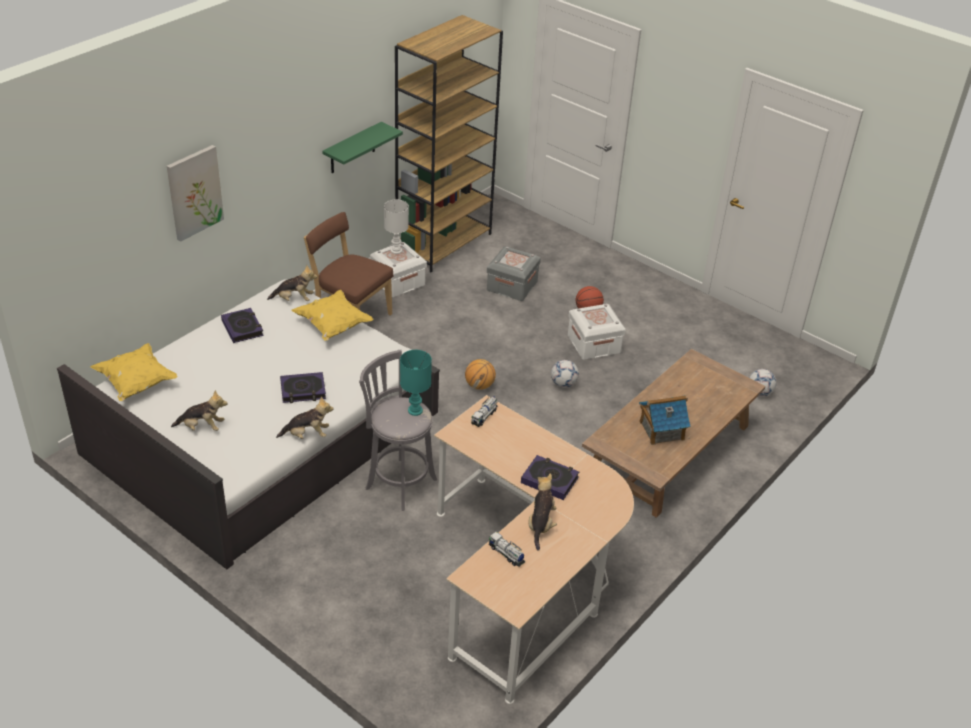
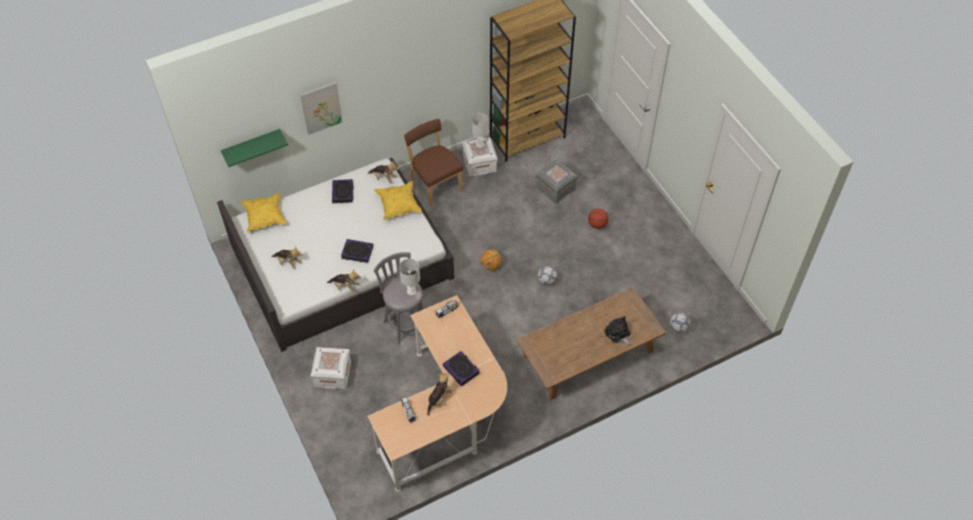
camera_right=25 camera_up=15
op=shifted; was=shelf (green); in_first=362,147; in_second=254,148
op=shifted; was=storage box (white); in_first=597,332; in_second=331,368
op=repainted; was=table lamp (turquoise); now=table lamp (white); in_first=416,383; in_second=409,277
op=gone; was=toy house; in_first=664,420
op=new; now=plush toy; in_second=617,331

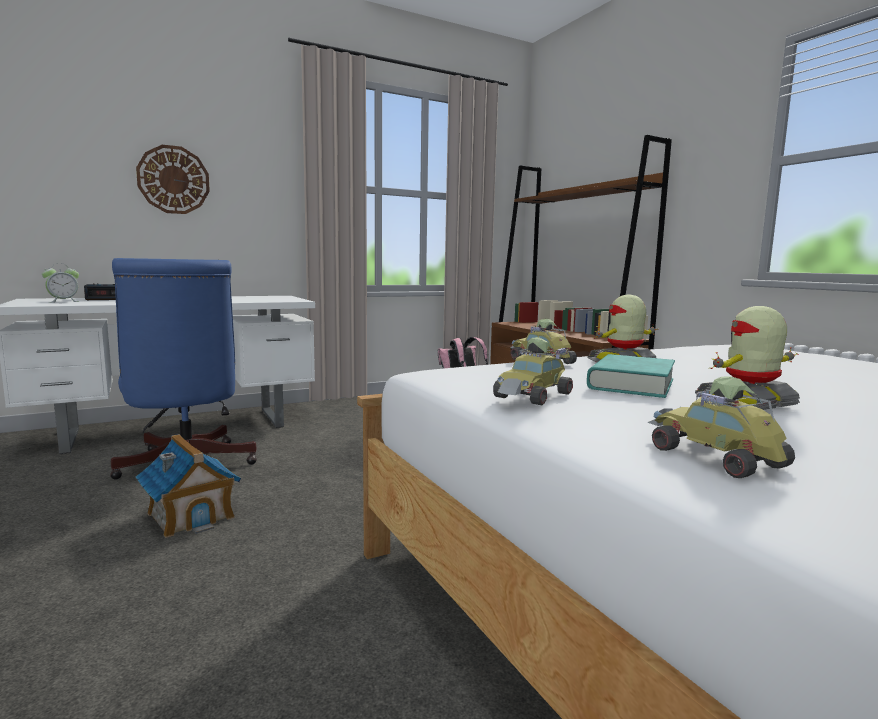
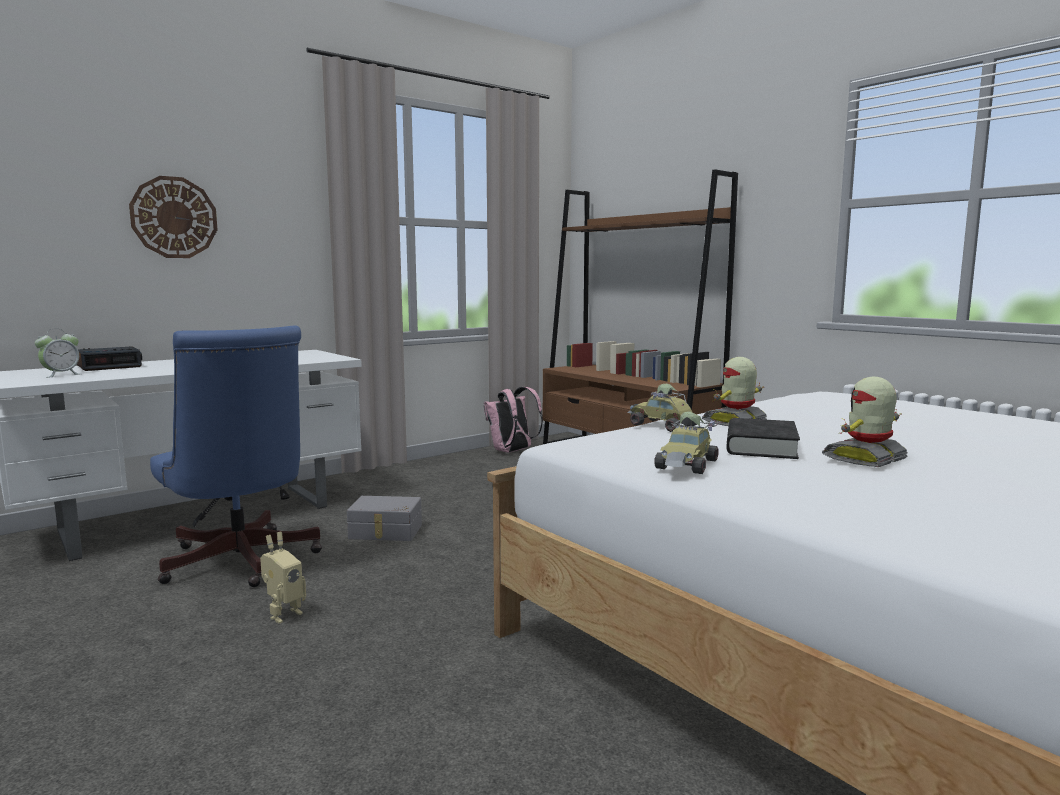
camera_right=-10 camera_up=0
op=repainted; was=book (turquoise); now=book (black); in_first=631,376; in_second=763,438
op=gone; was=toy car; in_first=721,427
op=swapped; was=toy house; now=toy robot; in_first=188,486; in_second=283,578
op=new; now=storage box (grey); in_second=384,518

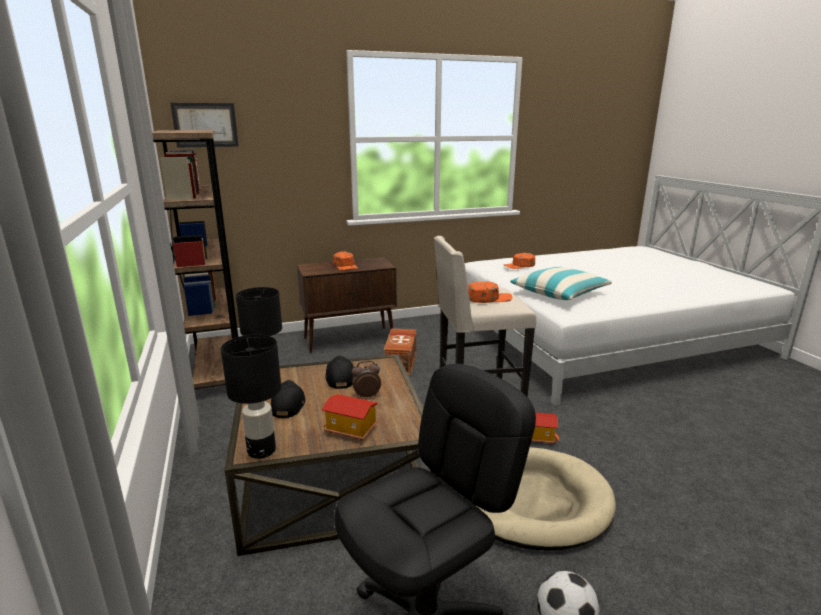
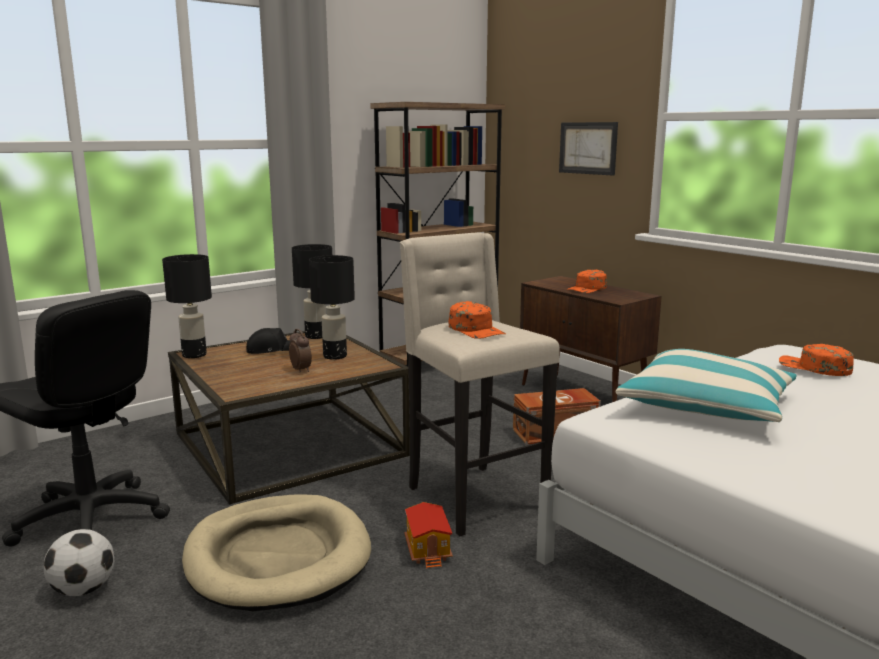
camera_right=70 camera_up=-5
op=shifted; was=picture; in_first=204,125; in_second=588,149
op=swapped; was=cap (black); now=table lamp (black); in_first=339,372; in_second=332,307
op=gone; was=toy house; in_first=349,417

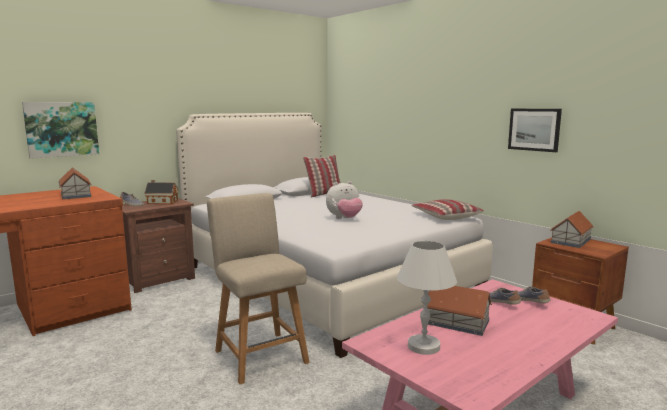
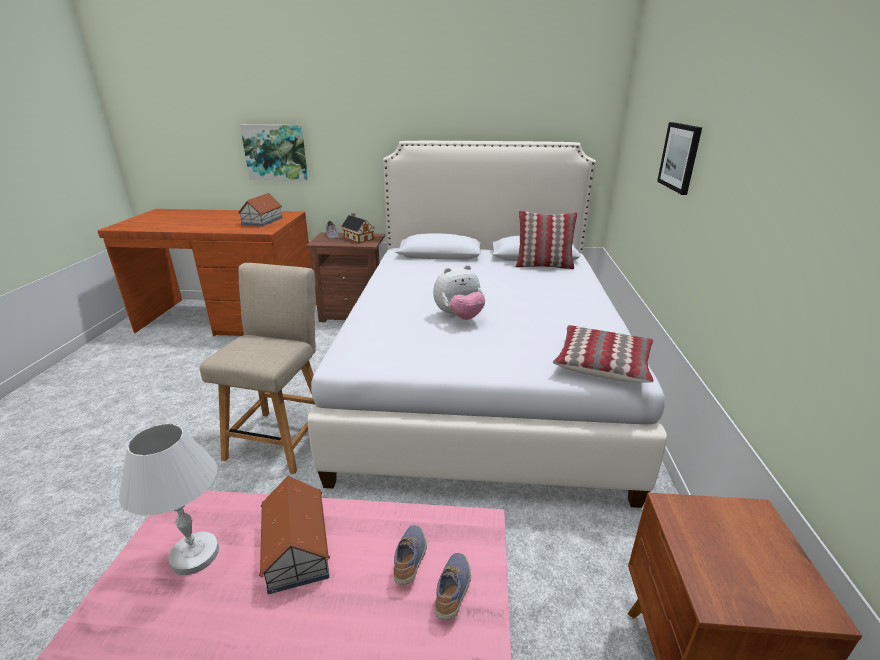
camera_right=45 camera_up=15
op=shifted; was=picture; in_first=535,130; in_second=679,158
op=rotated; was=plush toy; in_first=344,200; in_second=459,292; clockwise=-45
op=gone; was=toy house; in_first=572,229

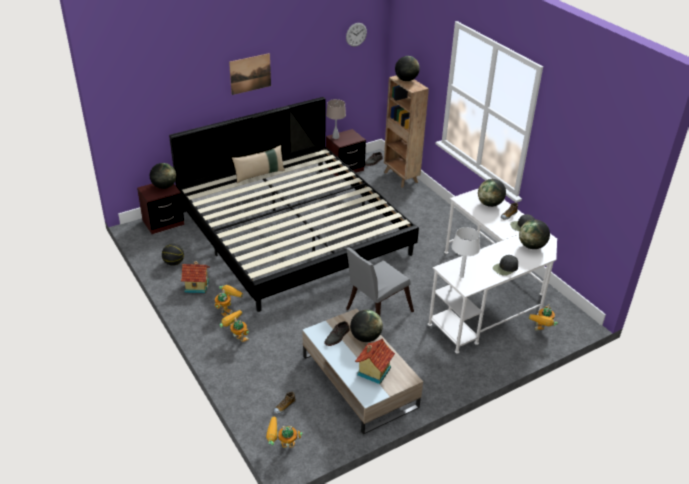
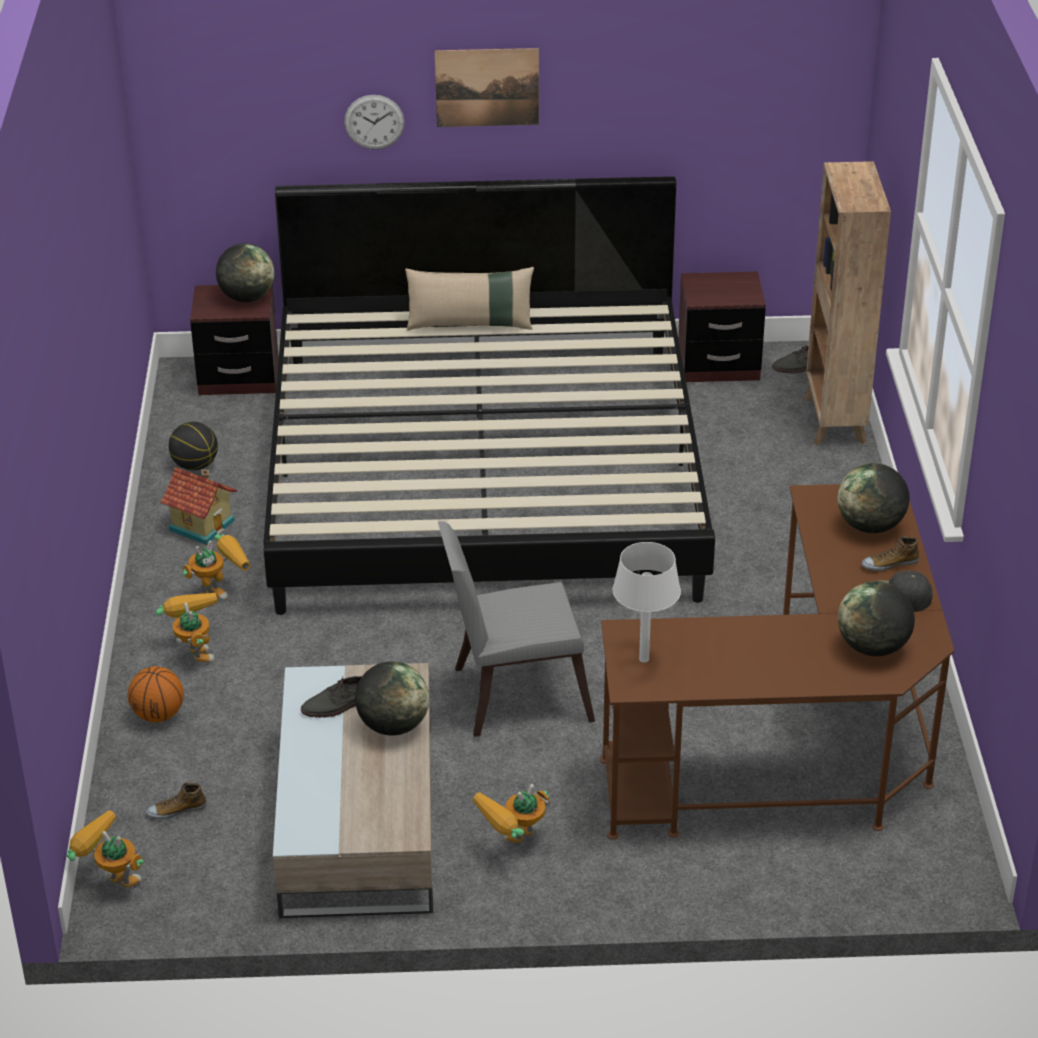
camera_right=30 camera_up=0
op=shifted; was=wall clock; in_first=356,35; in_second=374,122
op=gone; was=globe; in_first=407,68
op=gone; was=table lamp (beige); in_first=336,119
op=repainted; was=desk (white); now=desk (brown); in_first=492,270; in_second=777,661
op=gone; was=cap (black); in_first=505,265
op=shifted; was=toy robot; in_first=543,317; in_second=511,813
op=gone; was=toy house; in_first=375,361
op=new; now=basketball; in_second=156,694

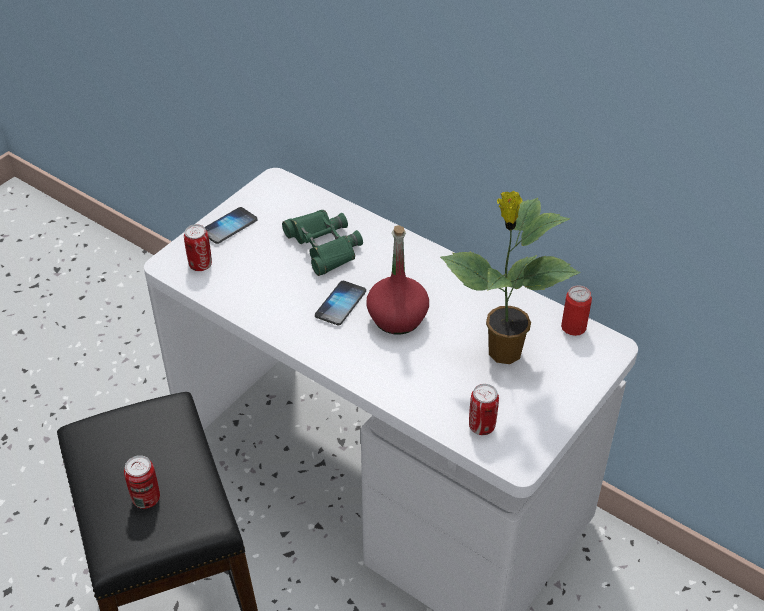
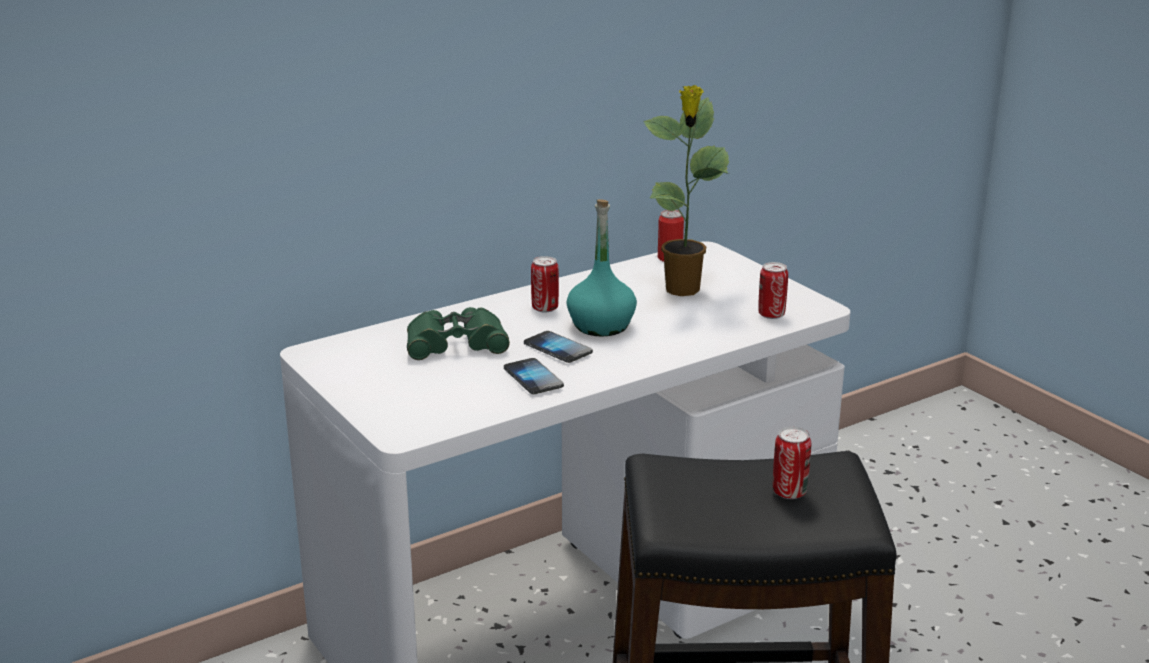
camera_right=-70 camera_up=-20
op=shifted; was=phone; in_first=231,225; in_second=534,376
op=shifted; was=can; in_first=198,247; in_second=545,284
op=repainted; was=bottle (red); now=bottle (turquoise); in_first=397,280; in_second=601,267

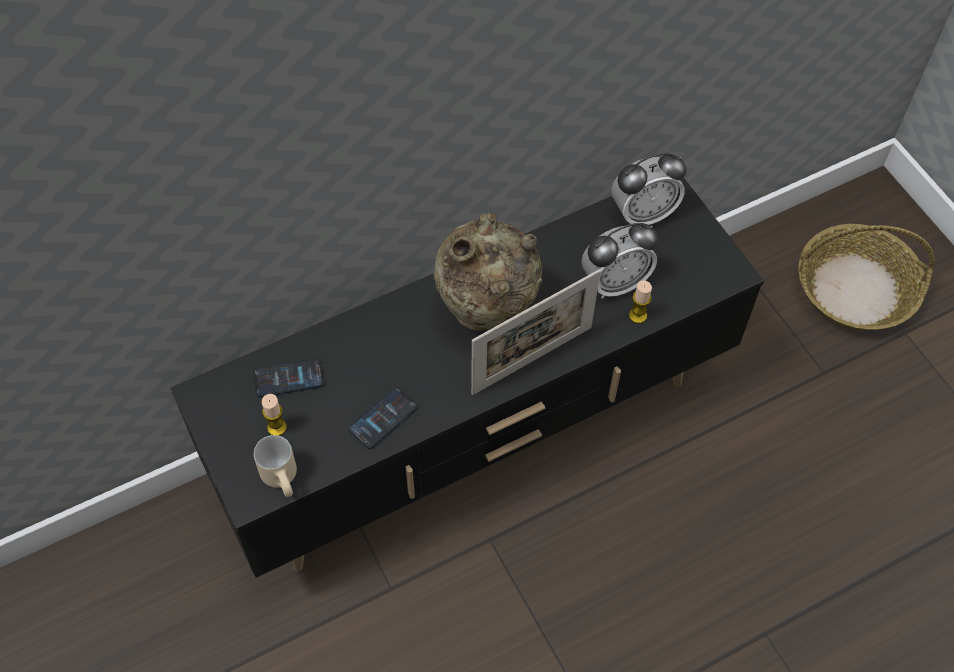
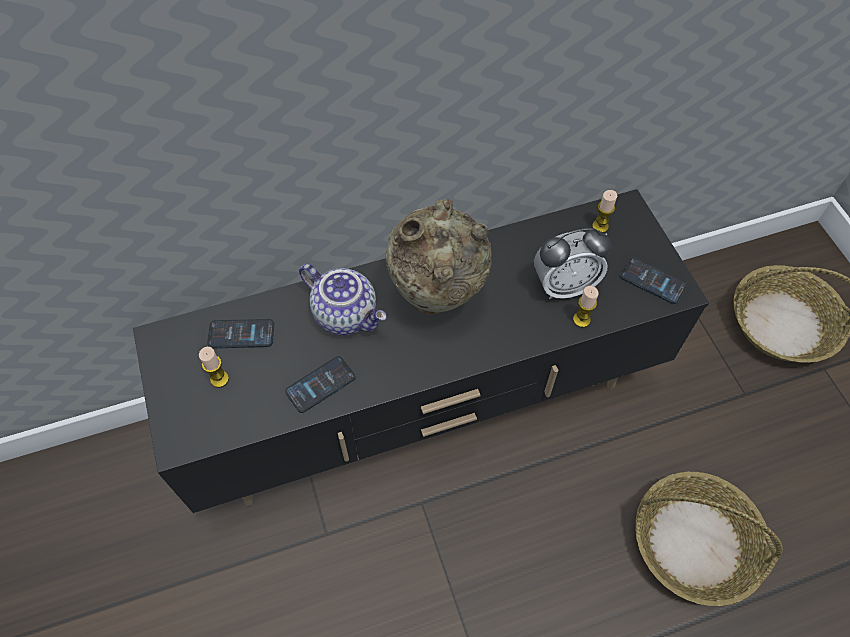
camera_right=10 camera_up=0
op=swapped; was=alarm clock; now=candle; in_first=648,189; in_second=604,211
op=gone; was=picture frame; in_first=536,332
op=gone; was=mug (beige); in_first=275,466
op=new; now=phone; in_second=653,280
op=new; now=teapot; in_second=343,299
op=new; now=basket; in_second=709,539

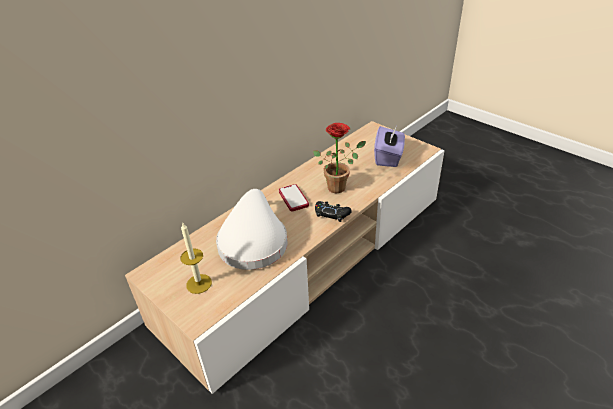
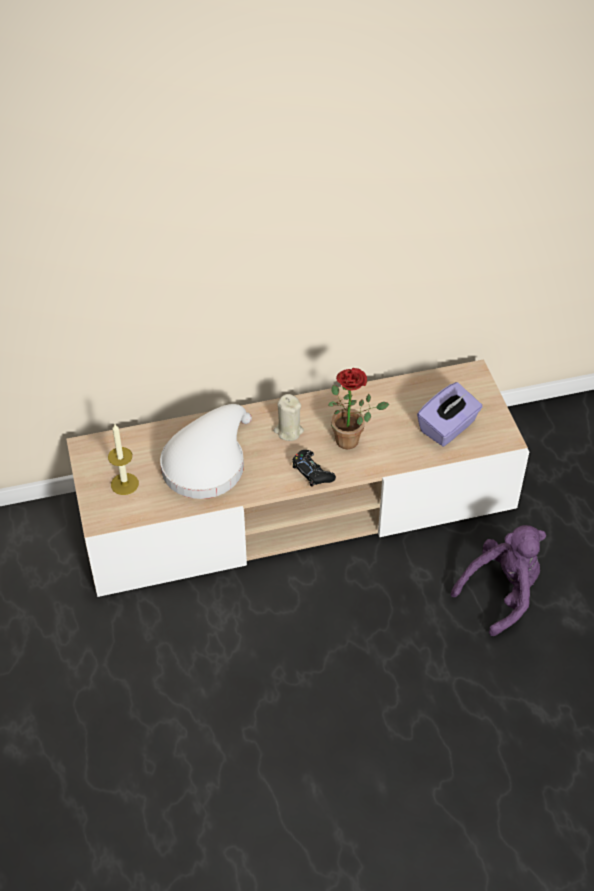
camera_right=30 camera_up=10
op=swapped; was=phone; now=candle (beige); in_first=294,197; in_second=288,417
op=new; now=plush toy (purple); in_second=498,580

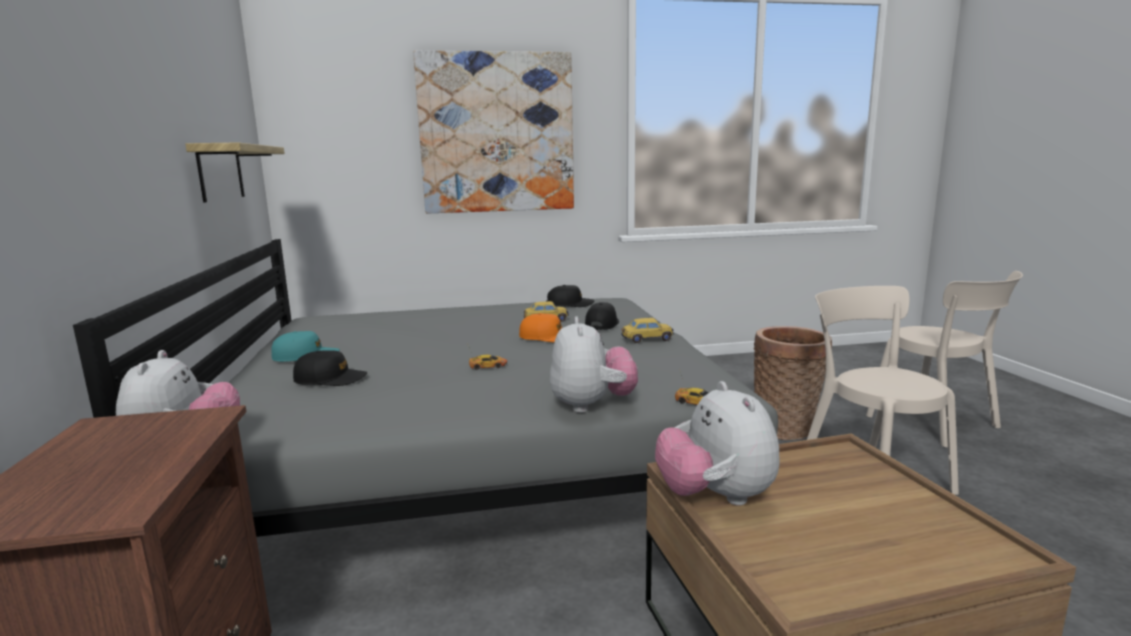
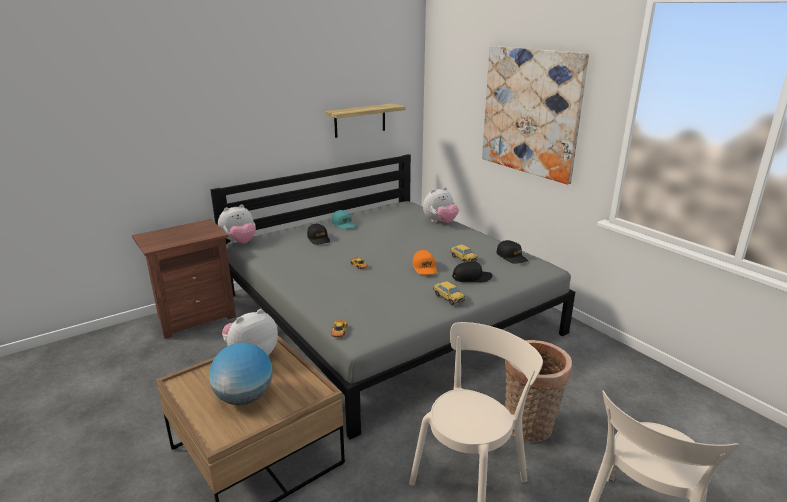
camera_right=65 camera_up=10
op=shifted; was=plush toy; in_first=594,364; in_second=441,205
op=new; now=globe; in_second=241,374

